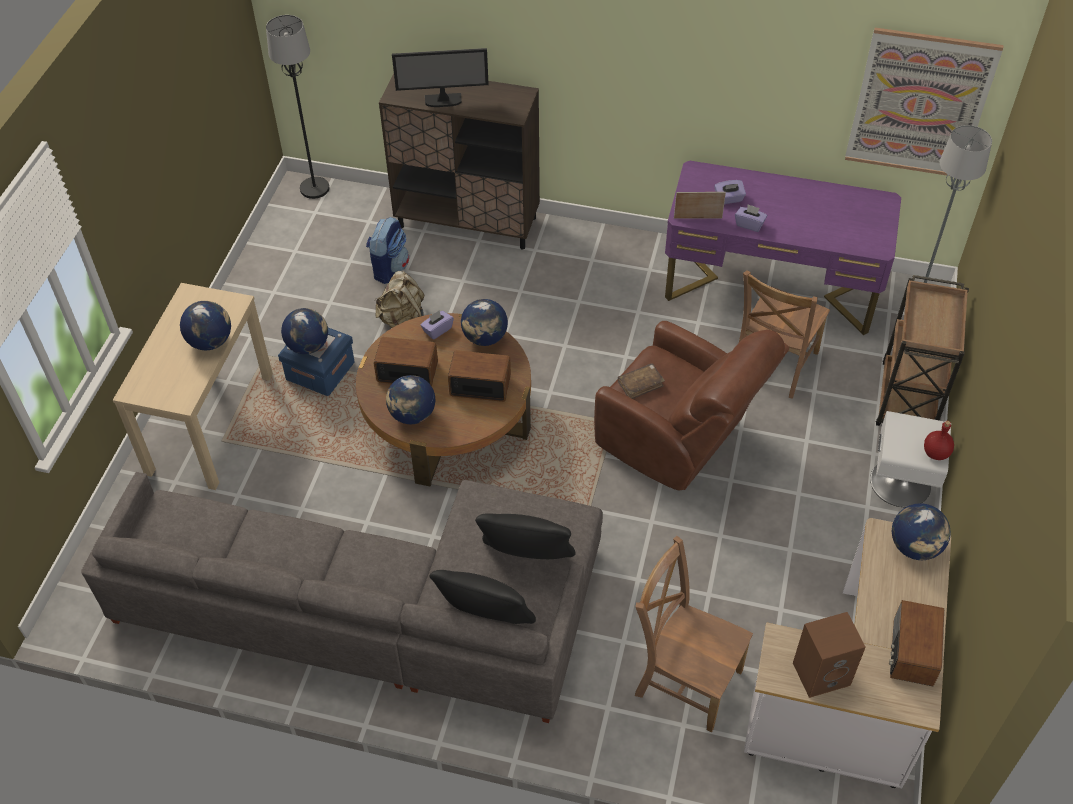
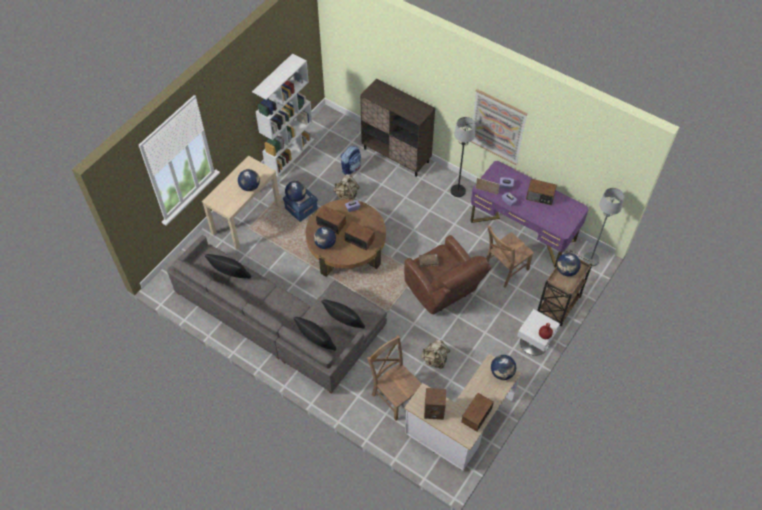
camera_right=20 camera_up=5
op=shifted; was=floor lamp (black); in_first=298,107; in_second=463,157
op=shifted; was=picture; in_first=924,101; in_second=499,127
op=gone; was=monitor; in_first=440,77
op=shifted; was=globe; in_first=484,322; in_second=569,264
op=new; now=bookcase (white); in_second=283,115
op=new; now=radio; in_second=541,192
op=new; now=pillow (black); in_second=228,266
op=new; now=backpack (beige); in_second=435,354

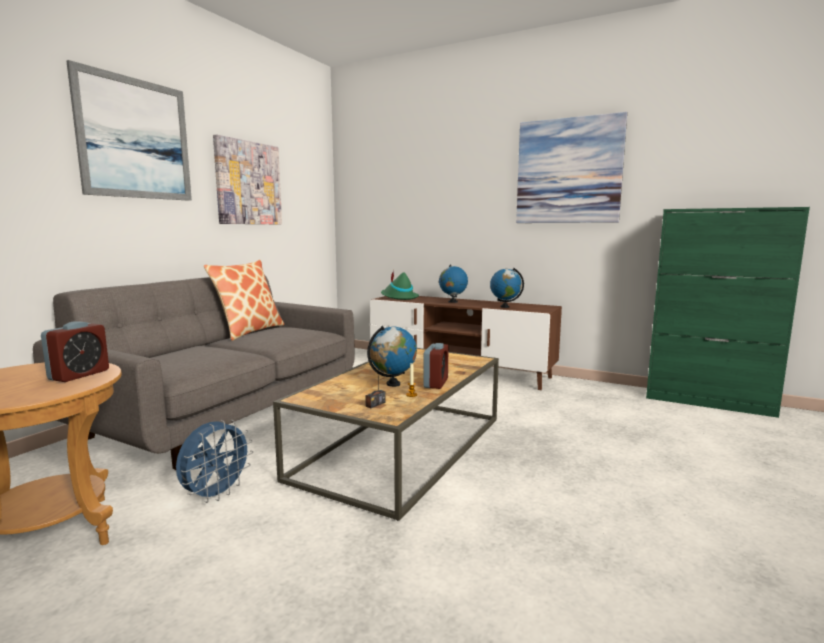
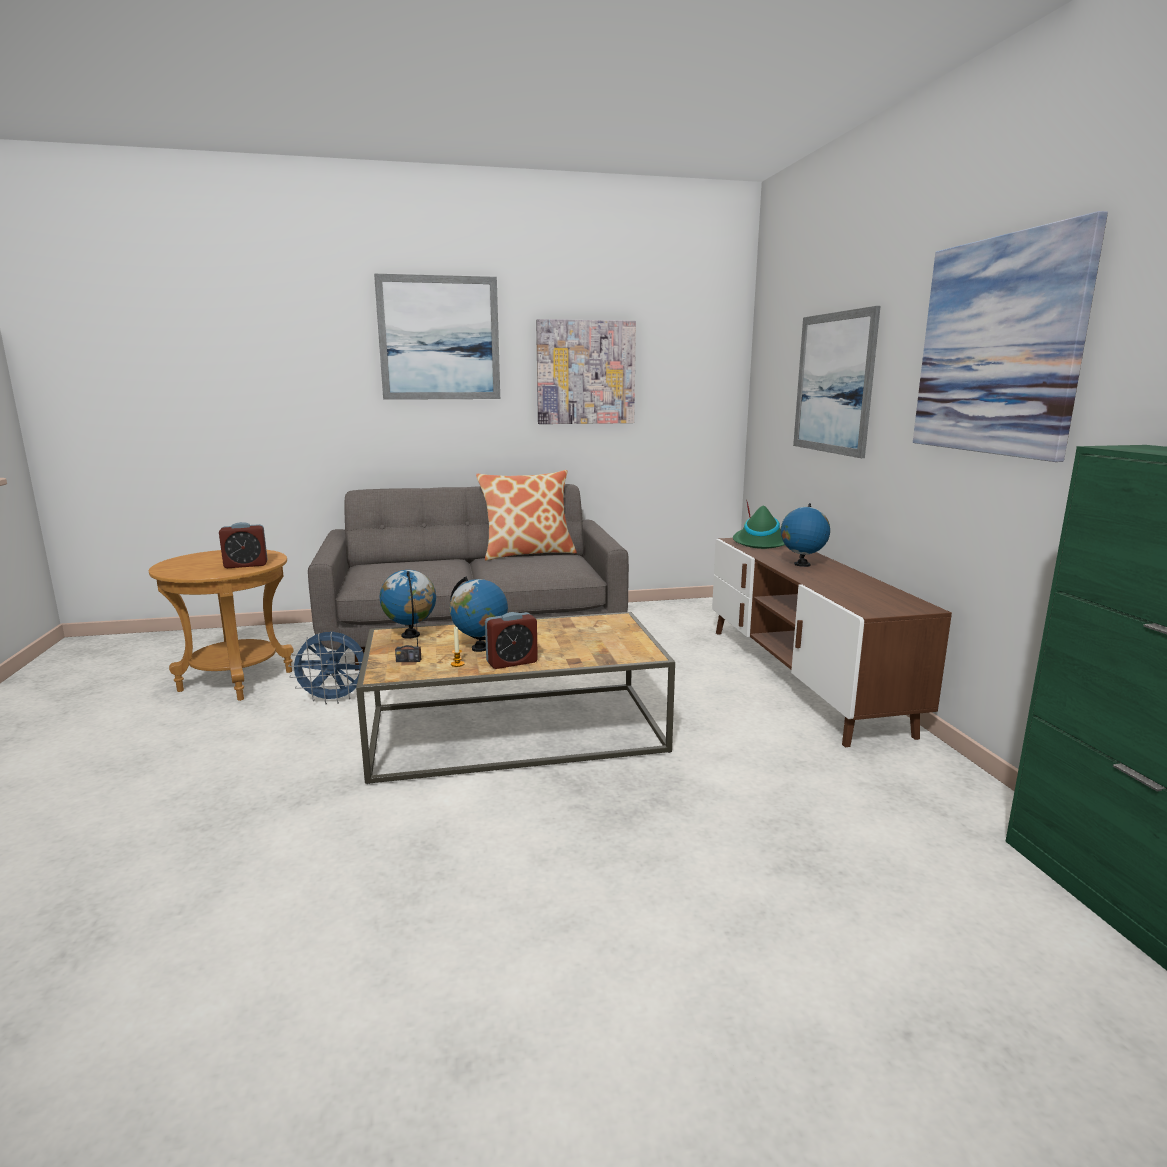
camera_right=50 camera_up=5
op=shifted; was=globe; in_first=507,288; in_second=408,604
op=new; now=picture; in_second=837,382

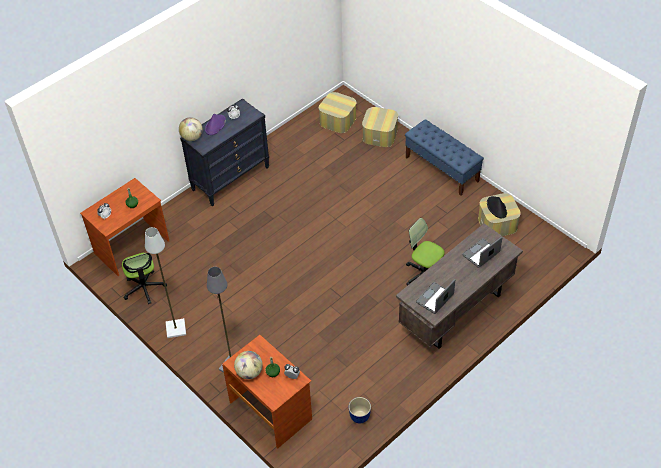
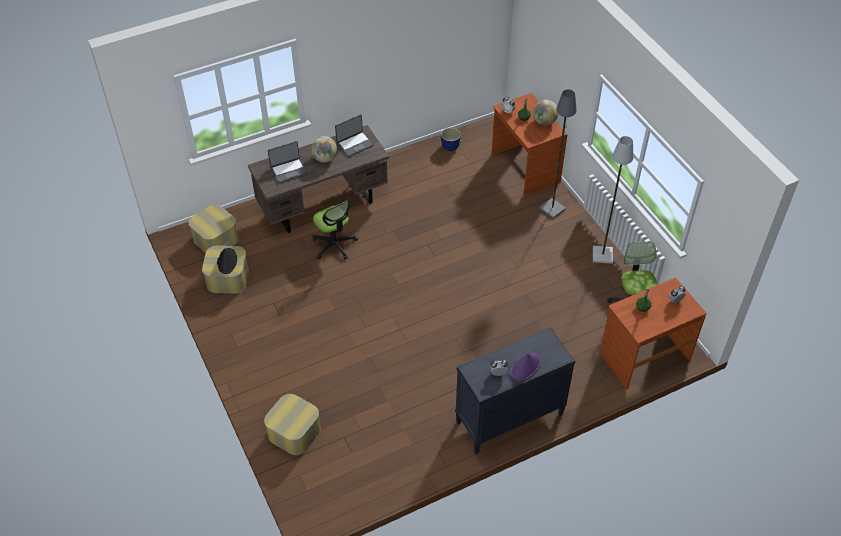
camera_right=-165 camera_up=0
op=shifted; was=ottoman; in_first=337,112; in_second=214,229
op=shifted; was=globe; in_first=191,129; in_second=324,149
op=gone; was=bench (blue); in_first=444,157

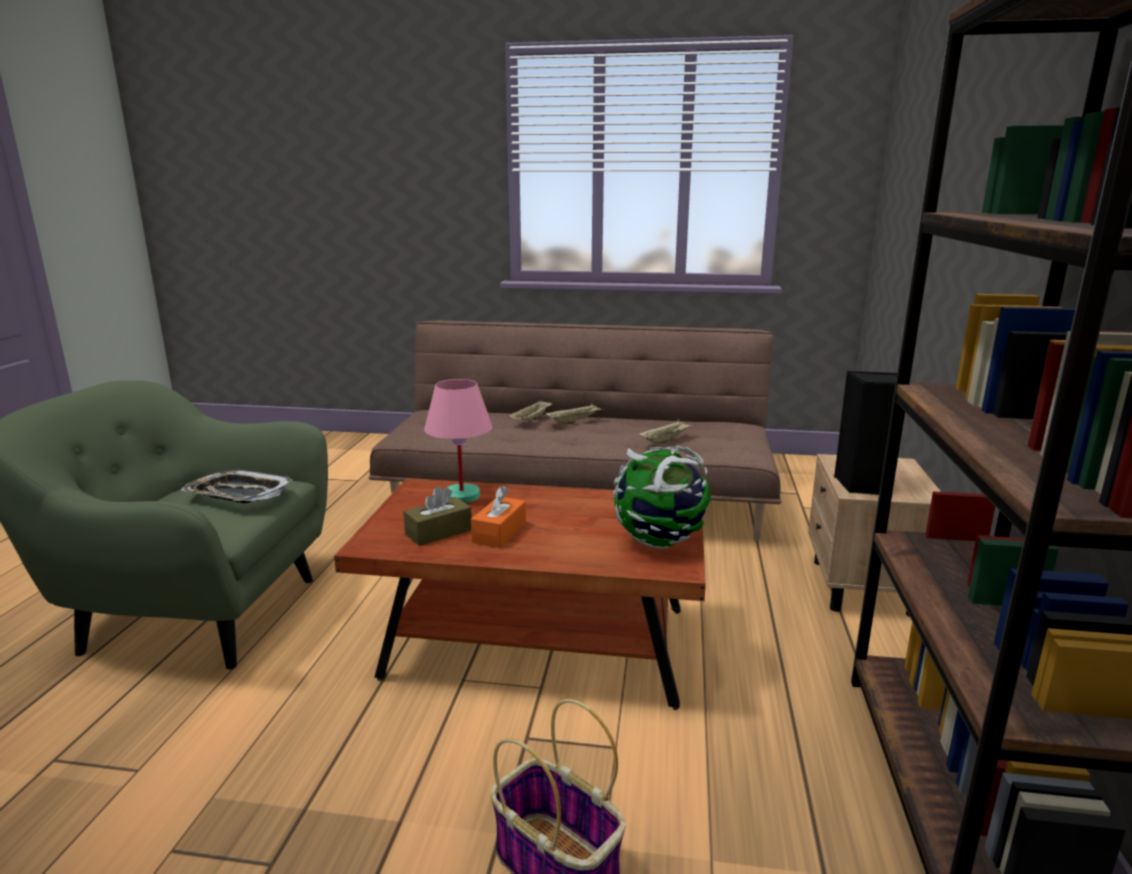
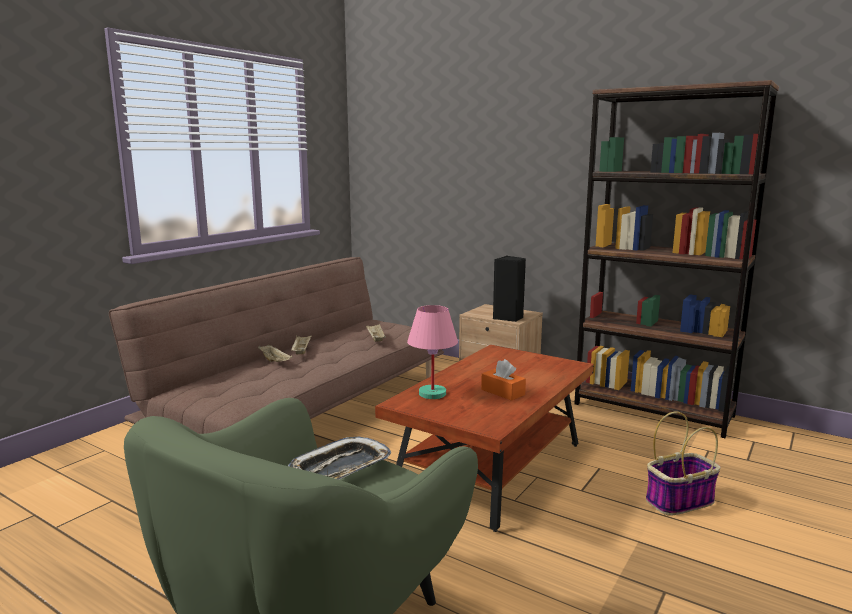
camera_right=-65 camera_up=-5
op=gone; was=globe; in_first=662,497
op=gone; was=tissue box (brown); in_first=437,516

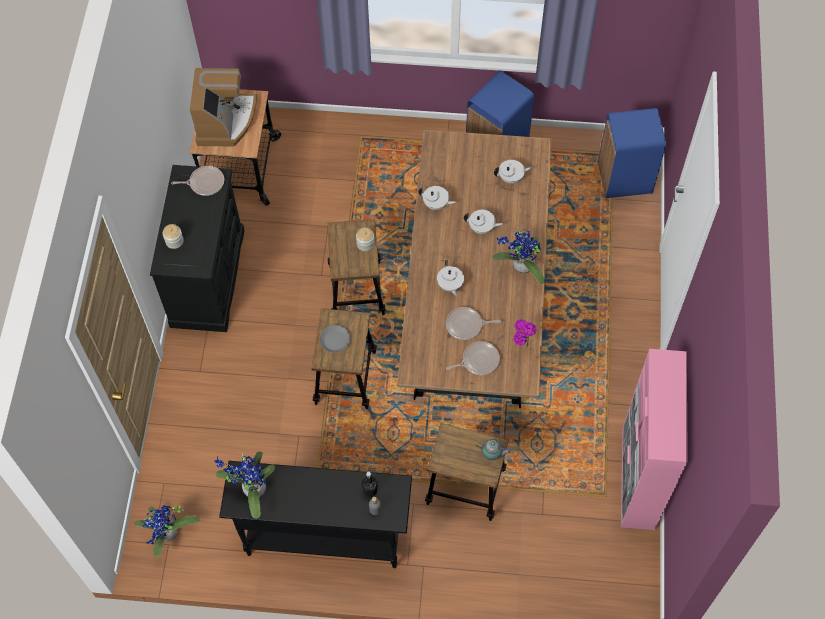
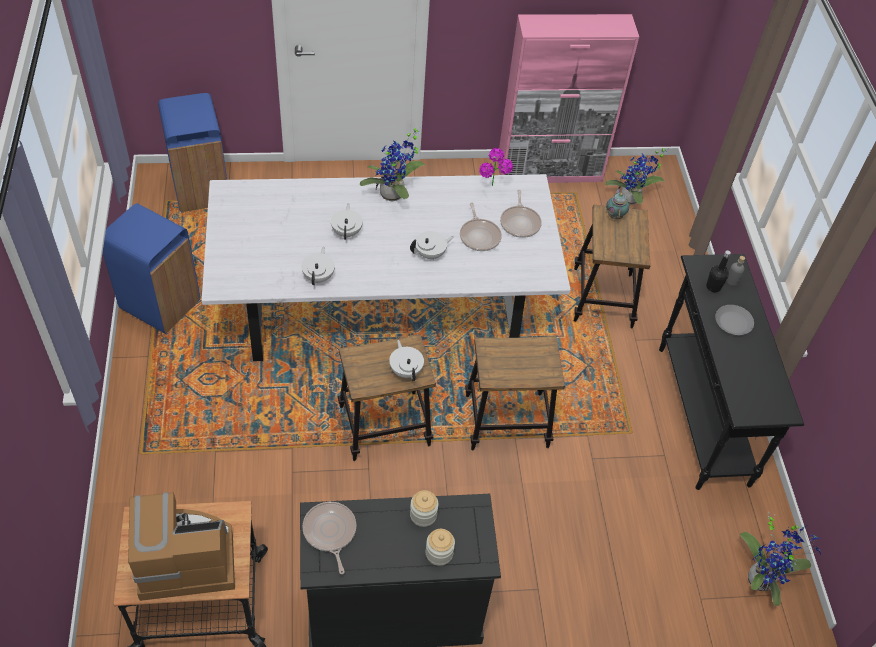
camera_right=-105 camera_up=-10
op=repainted; was=dining table (brown); now=dining table (white); in_first=474,269; in_second=386,267
op=shifted; was=teapot (white); in_first=513,172; in_second=406,360
op=shifted; was=jar; in_first=365,239; in_second=424,508
op=shifted; was=plate (grey); in_first=335,339; in_second=734,320
op=rotated; was=frying pan; in_first=473,358; in_second=521,214; clockwise=-150
op=shifted; was=potted plant; in_first=244,485; in_second=637,176

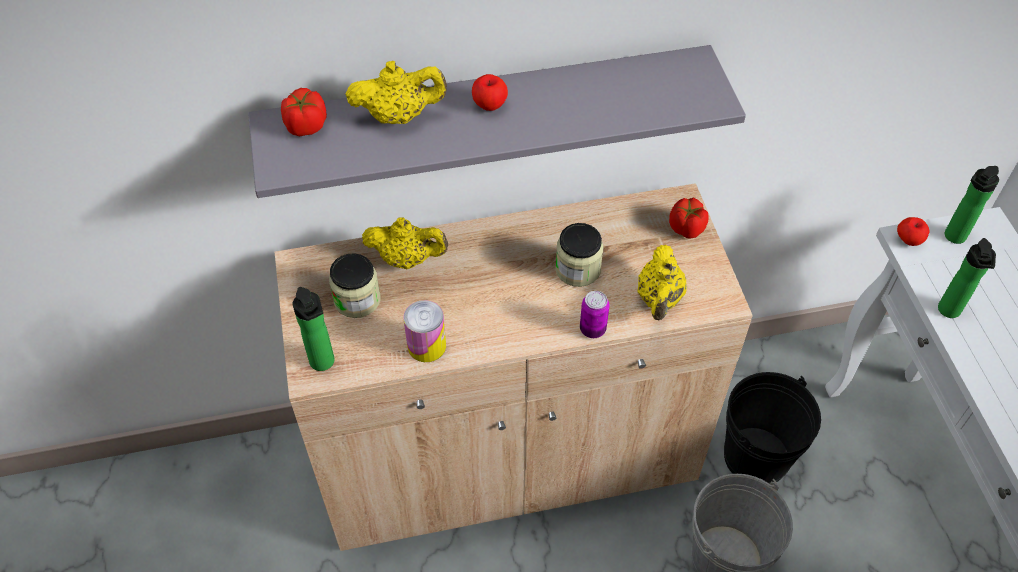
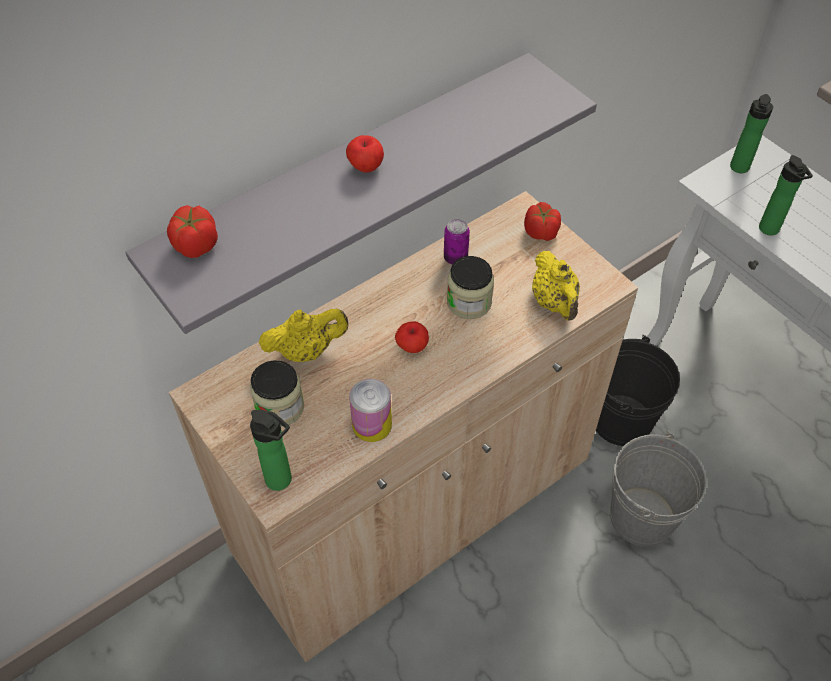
camera_right=-25 camera_up=0
op=gone; was=teapot (yellow); in_first=396,92
op=shifted; was=apple; in_first=913,231; in_second=412,337
op=shifted; was=can; in_first=595,314; in_second=457,242

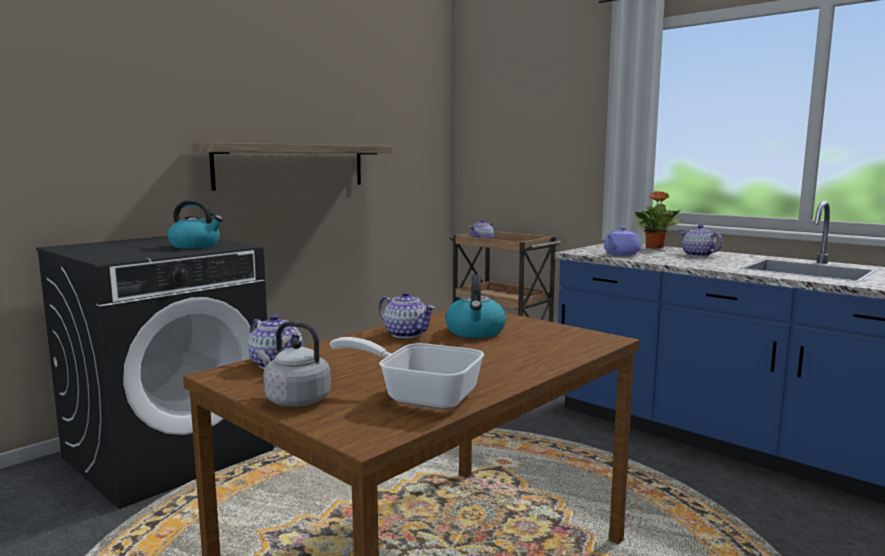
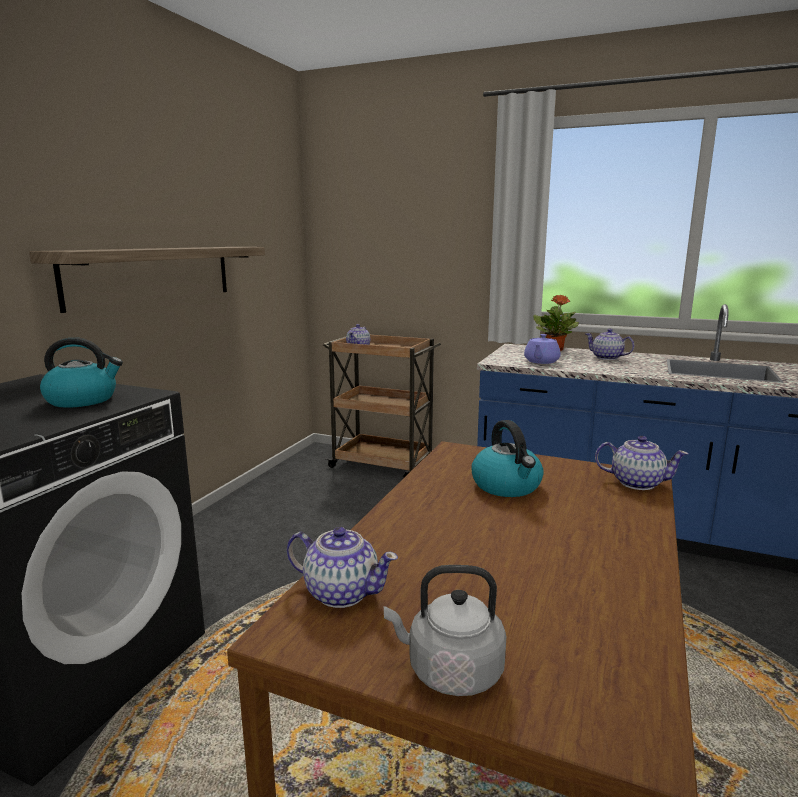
camera_right=-20 camera_up=5
op=shifted; was=teapot; in_first=407,314; in_second=641,463
op=gone; was=frying pan; in_first=407,373

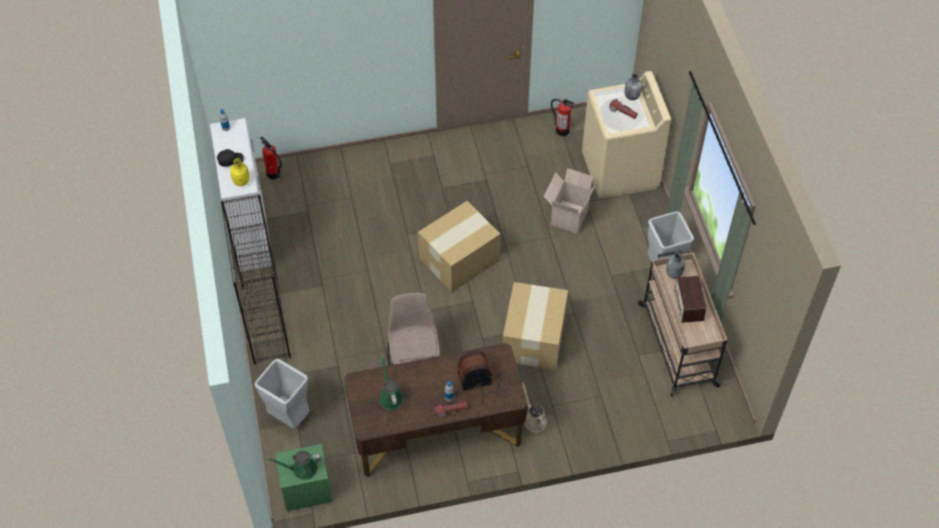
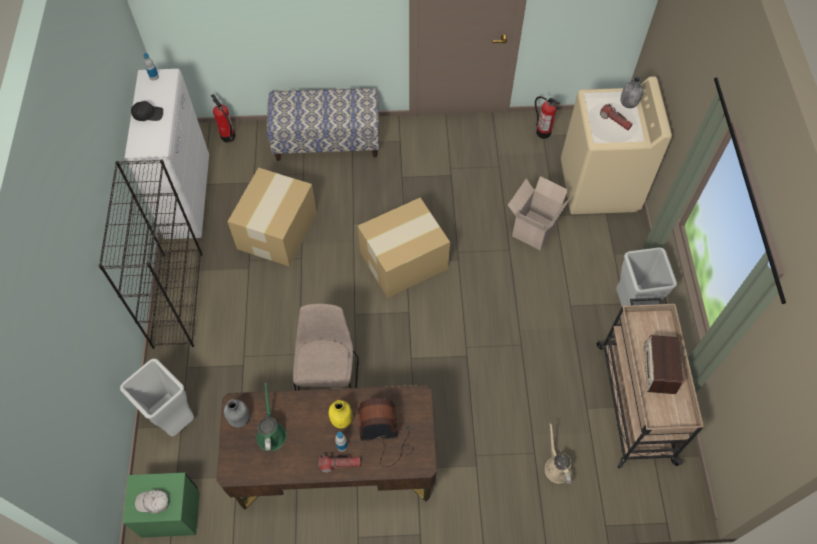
camera_right=10 camera_up=5
op=shifted; was=bottle (yellow); in_first=239,172; in_second=341,414
op=shifted; was=bottle (grey); in_first=675,265; in_second=237,413
op=shifted; was=cardboard box; in_first=535,326; in_second=272,217
op=shifted; was=watering can (beige); in_first=534,407; in_second=558,453
op=swapped; was=watering can (green); now=cap (white); in_first=294,465; in_second=152,502
op=new; now=bench; in_second=323,124

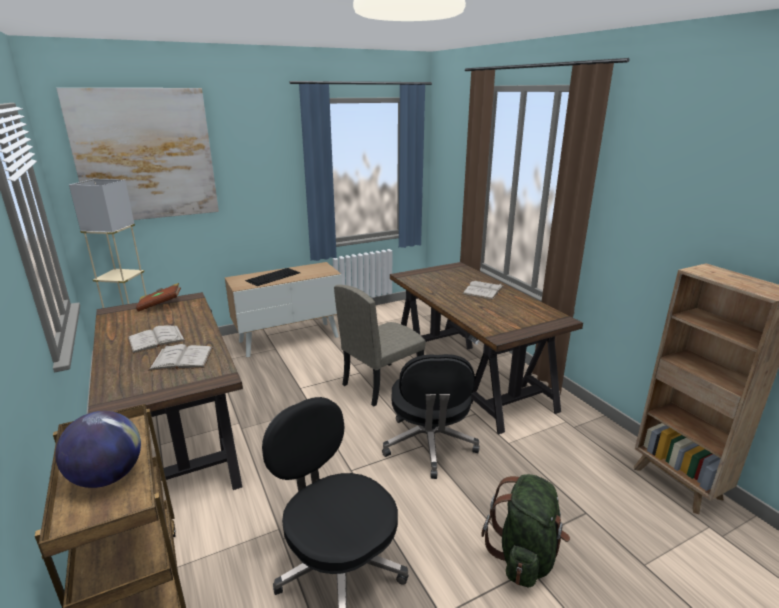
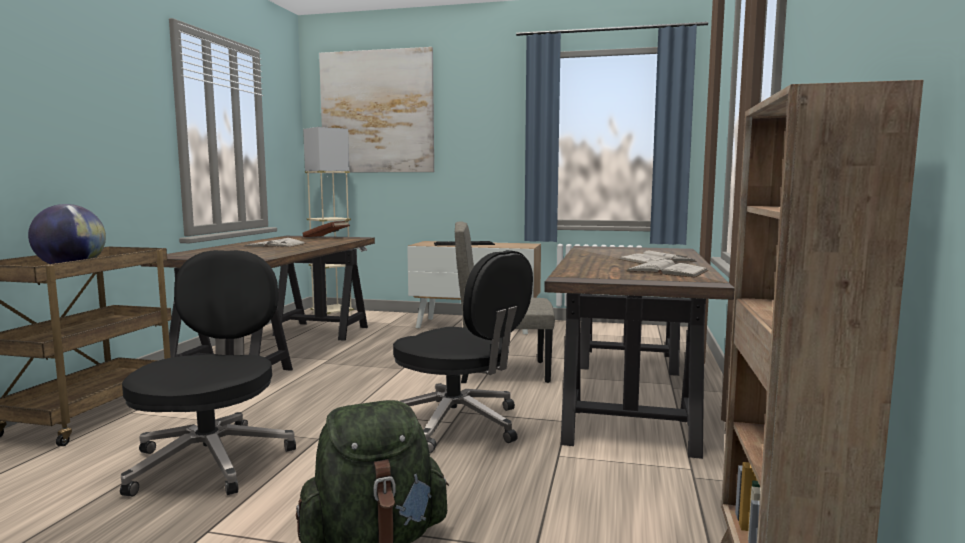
camera_right=40 camera_up=-15
op=shifted; was=book (white); in_first=180,357; in_second=667,268
op=rotated; was=office chair (black); in_first=431,416; in_second=463,351; clockwise=-90

